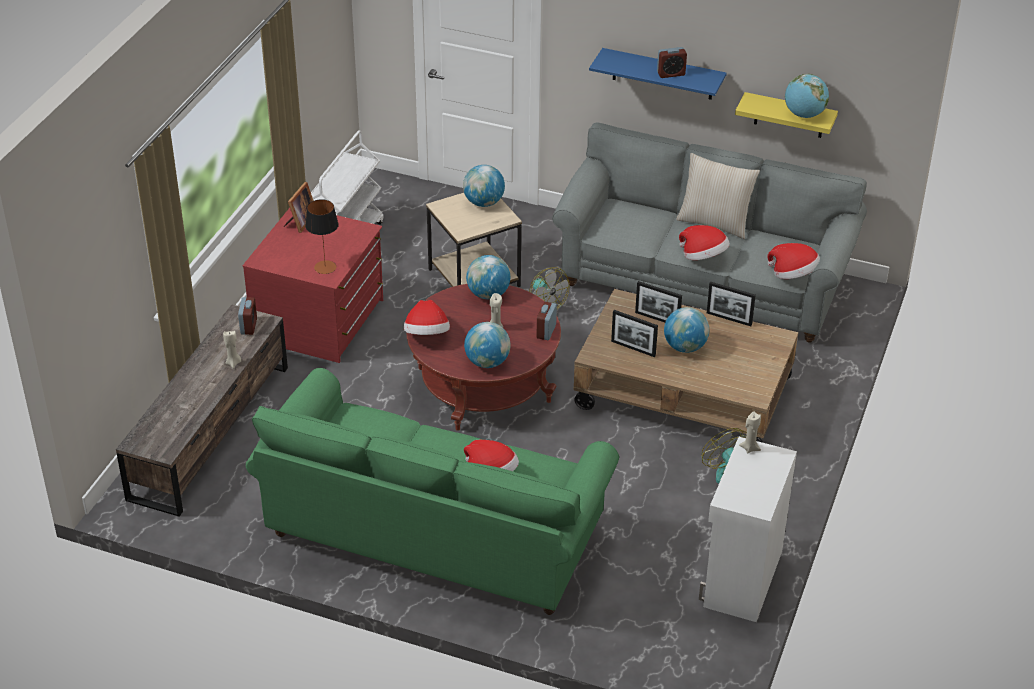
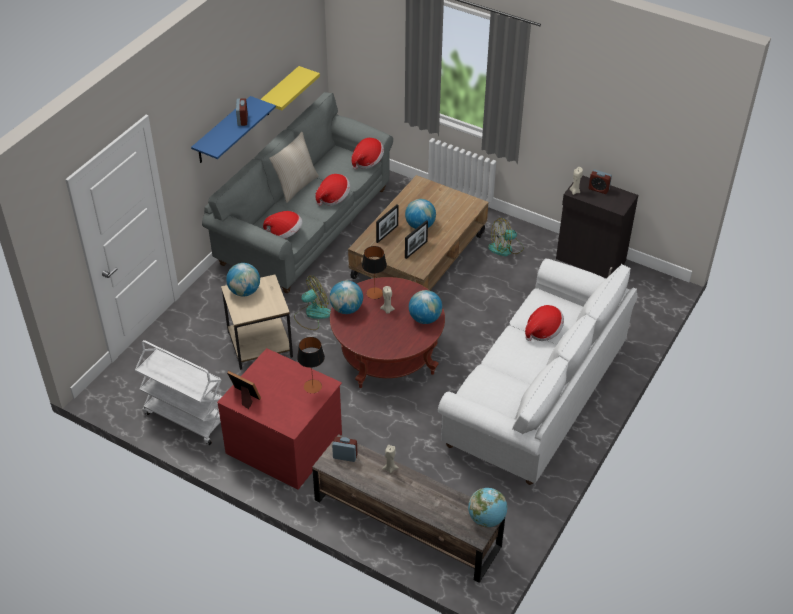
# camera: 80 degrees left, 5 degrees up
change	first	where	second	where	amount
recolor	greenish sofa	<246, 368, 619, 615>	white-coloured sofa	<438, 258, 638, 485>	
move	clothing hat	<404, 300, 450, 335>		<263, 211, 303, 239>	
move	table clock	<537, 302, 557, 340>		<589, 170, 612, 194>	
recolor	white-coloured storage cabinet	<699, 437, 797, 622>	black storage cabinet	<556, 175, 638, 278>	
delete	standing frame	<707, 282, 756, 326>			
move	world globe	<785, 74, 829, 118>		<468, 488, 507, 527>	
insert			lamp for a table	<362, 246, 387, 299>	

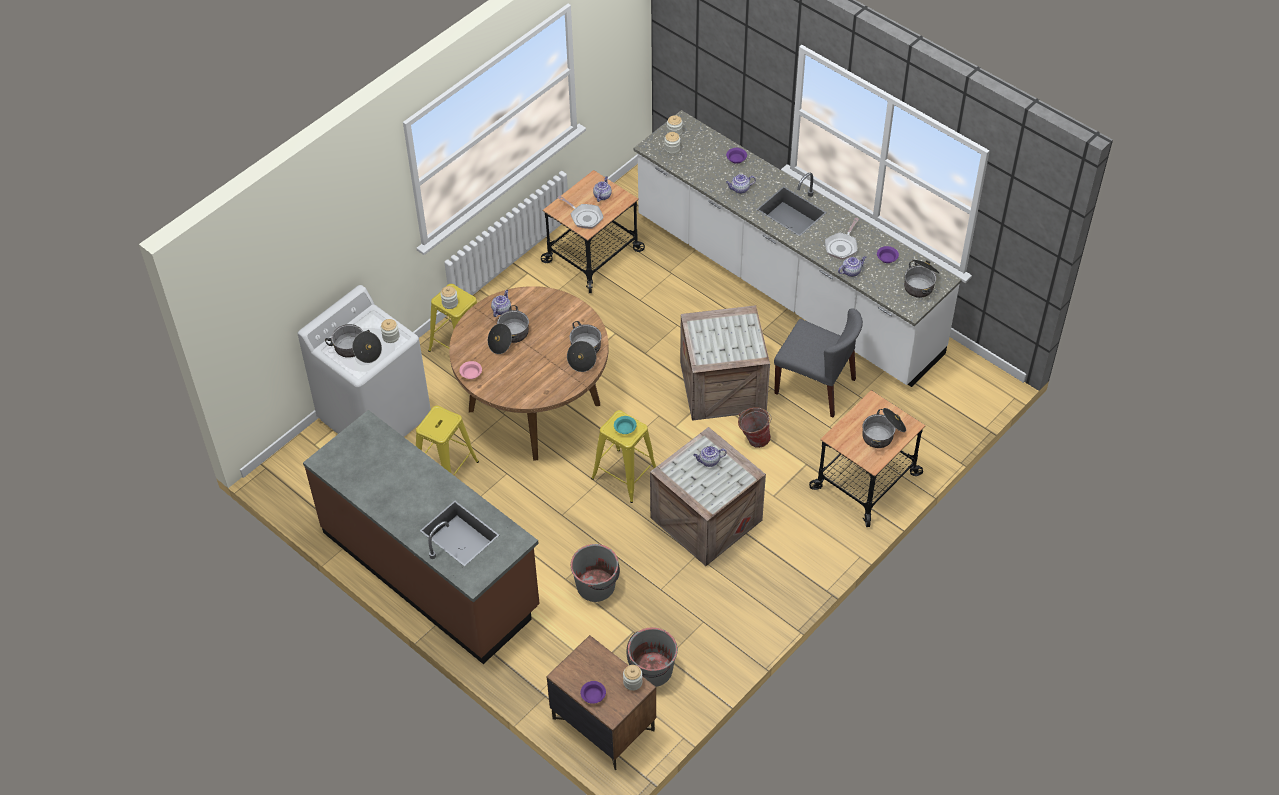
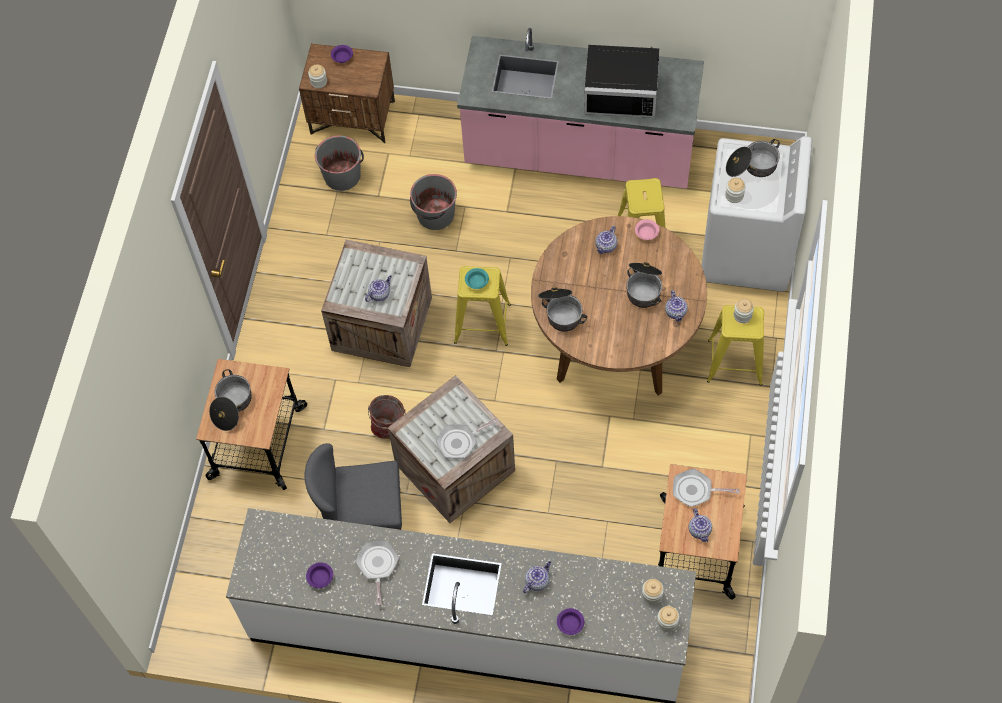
# camera: 150 degrees right, 10 degrees up
change	first	where	second	where	amount
recolor	brown counter	<303, 410, 540, 664>	pink counter	<457, 28, 704, 189>	
move	pot for tea	<838, 256, 867, 277>		<595, 226, 617, 254>	
delete	cooking pot	<904, 260, 939, 298>			
insert			pan	<436, 418, 498, 458>	
insert			black kitchen microwave	<584, 45, 659, 118>	

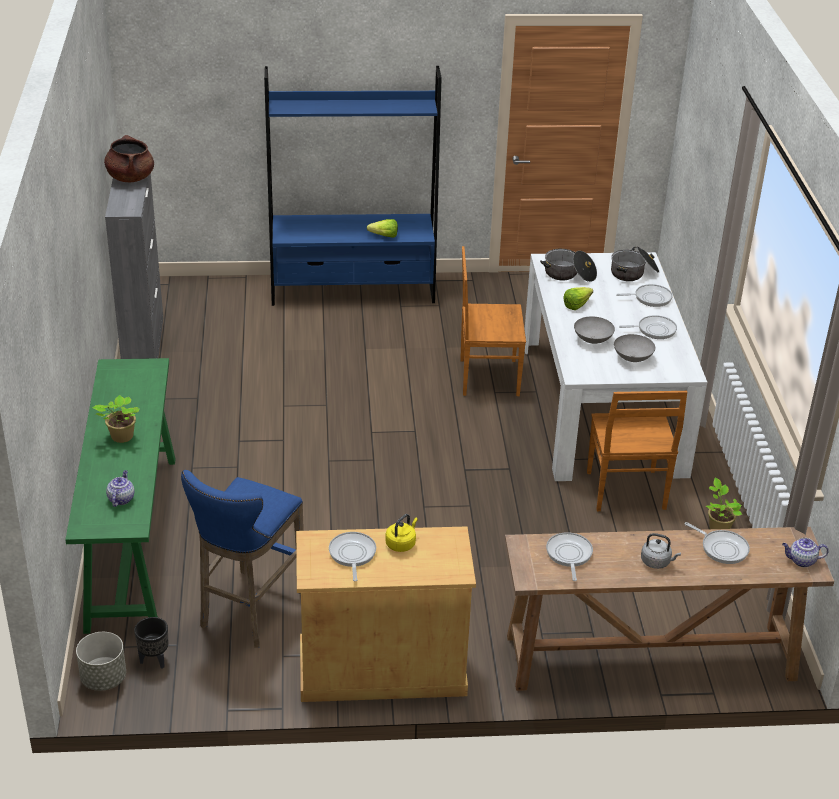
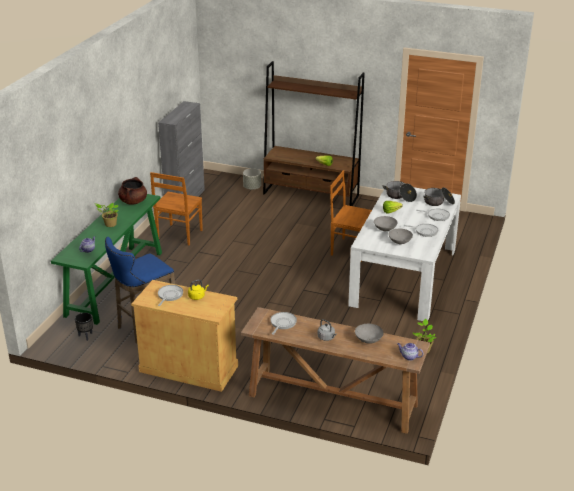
# camera: 25 degrees right, 5 degrees down
change	first	where	second	where	amount
move	grey planter	<76, 632, 126, 691>		<243, 168, 261, 190>	
move	brown cooking pot	<104, 135, 154, 182>		<118, 177, 147, 205>	
recolor	blue bookshelf	<264, 66, 442, 306>	brown bookshelf	<263, 61, 365, 206>	
move	brown chair	<587, 391, 687, 511>		<150, 172, 203, 245>	
replace	pan	<685, 522, 750, 564>	grey serving bowl	<355, 324, 384, 344>	

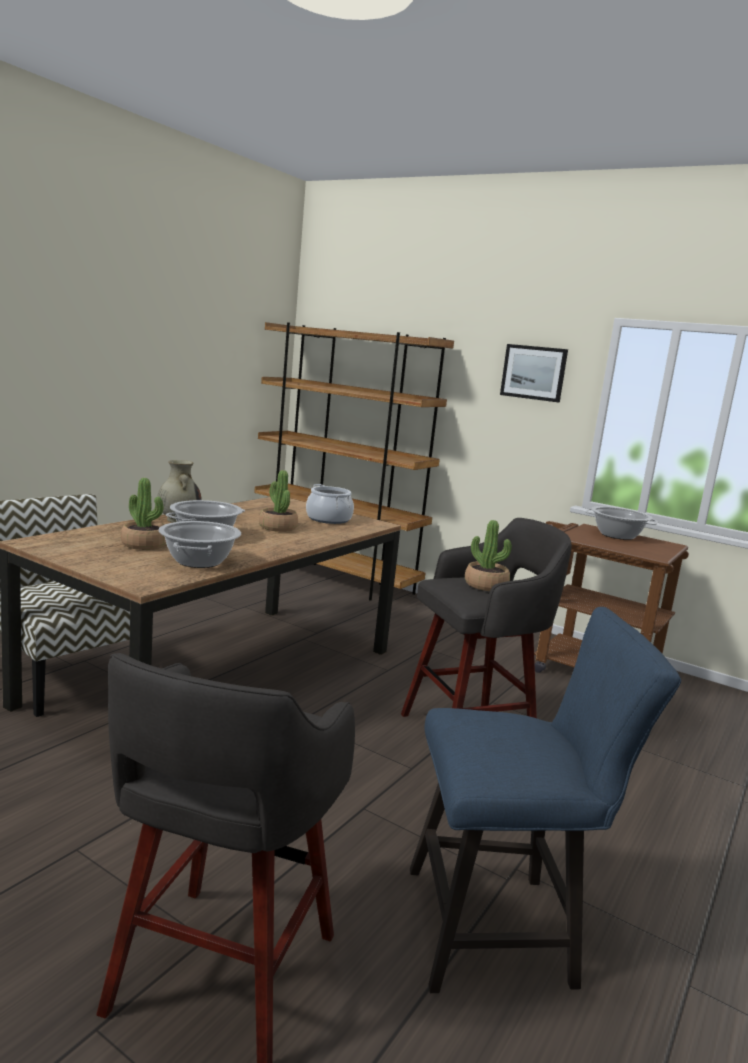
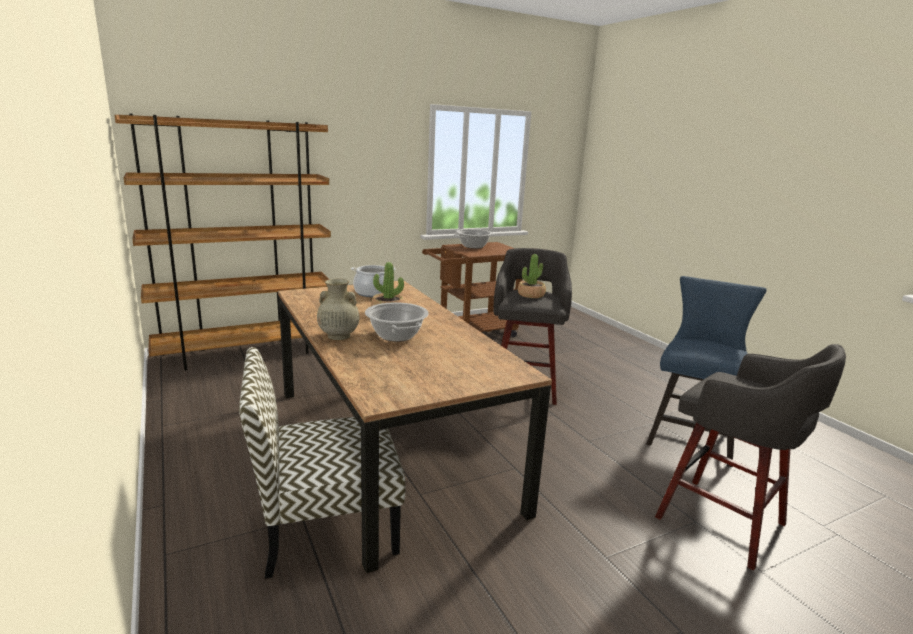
# camera: 60 degrees left, 5 degrees up
change	first	where	second	where	amount
delete	houseplant	<121, 478, 166, 550>			
delete	cooking pot	<158, 521, 241, 568>			
delete	wall picture	<500, 344, 568, 402>			

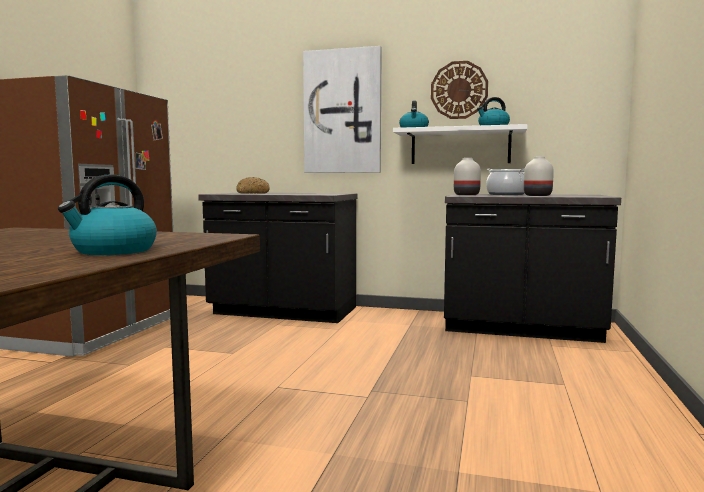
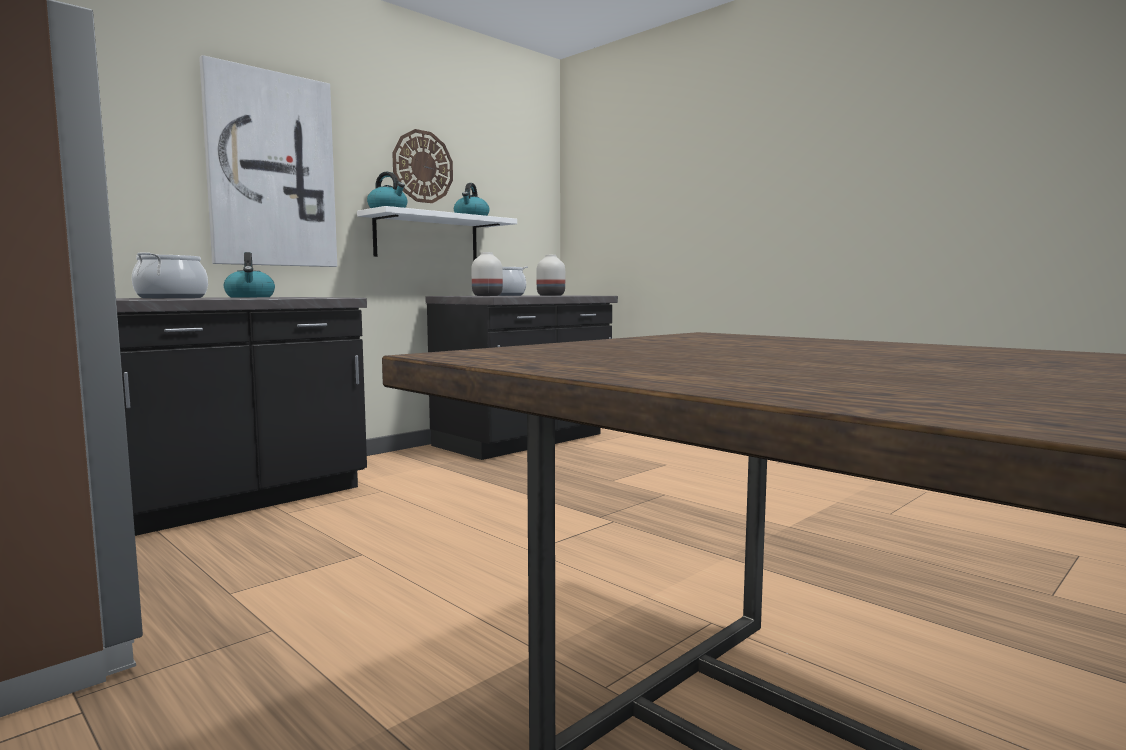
# camera: 60 degrees left, 0 degrees up
change	first	where	second	where	amount
move	tea kettle	<58, 174, 157, 255>		<224, 252, 275, 297>	
replace	baked bread	<236, 177, 270, 194>	cooking pot	<132, 252, 208, 298>	

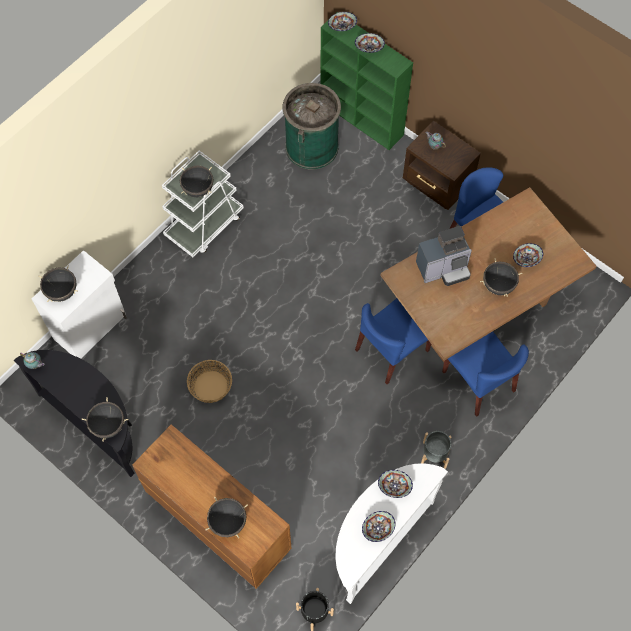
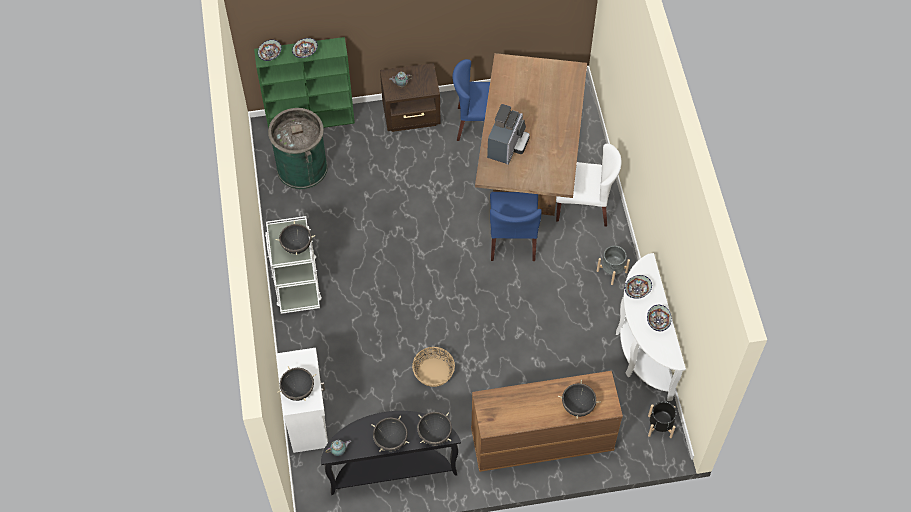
# camera: 50 degrees left, 5 degrees down
change	first	where	second	where	amount
recolor	blue chair	<442, 331, 529, 417>	white-coloured chair	<556, 144, 622, 227>	
move	black cooking pot	<480, 258, 522, 297>		<371, 416, 409, 452>	
delete	serving bowl	<513, 243, 543, 267>			

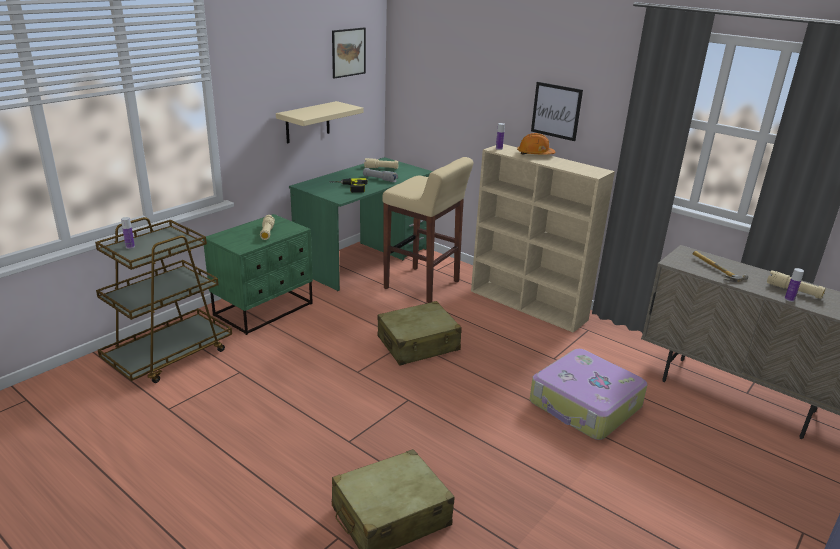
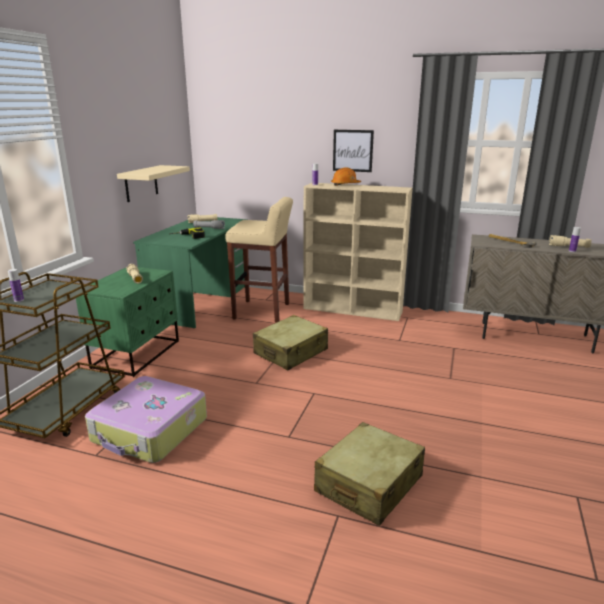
# camera: 20 degrees left, 5 degrees down
change	first	where	second	where	amount
delete	wall picture	<332, 28, 366, 79>			
move	suitcase	<530, 349, 647, 440>		<85, 376, 207, 463>	

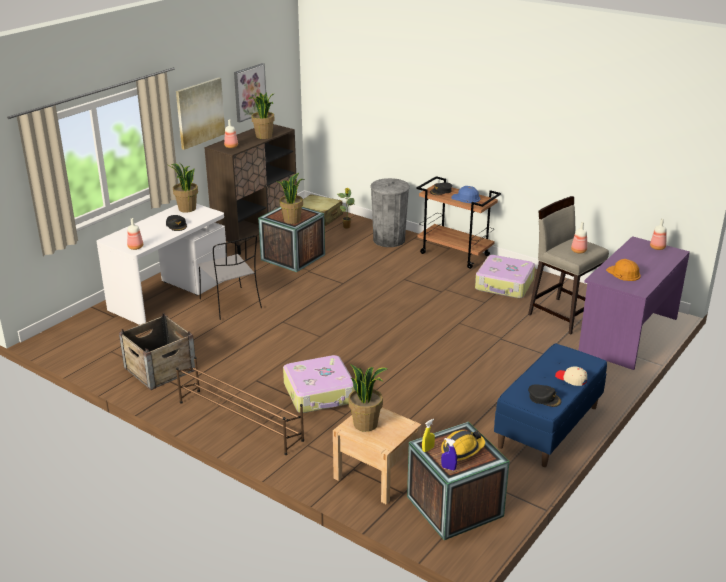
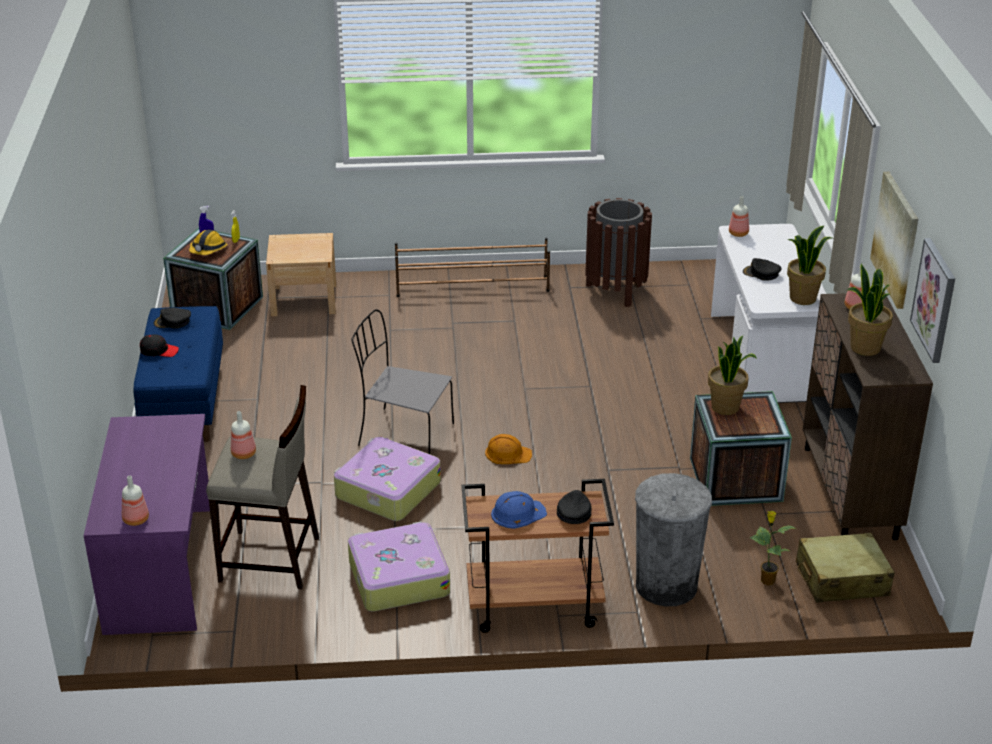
# camera: 140 degrees right, 5 degrees up
change	first	where	second	where	amount
replace	packing crate	<119, 313, 195, 390>	brown rubbish bin	<585, 198, 652, 307>	
move	grey chair	<198, 235, 262, 320>		<352, 309, 454, 454>	
move	suitcase	<283, 355, 355, 413>		<334, 437, 441, 521>	
delete	houseplant	<348, 364, 388, 432>			
recolor	beige cap	<555, 366, 587, 386>	black cap	<140, 334, 179, 357>	
move	orangey safety helmet	<606, 259, 641, 281>		<485, 434, 532, 464>	

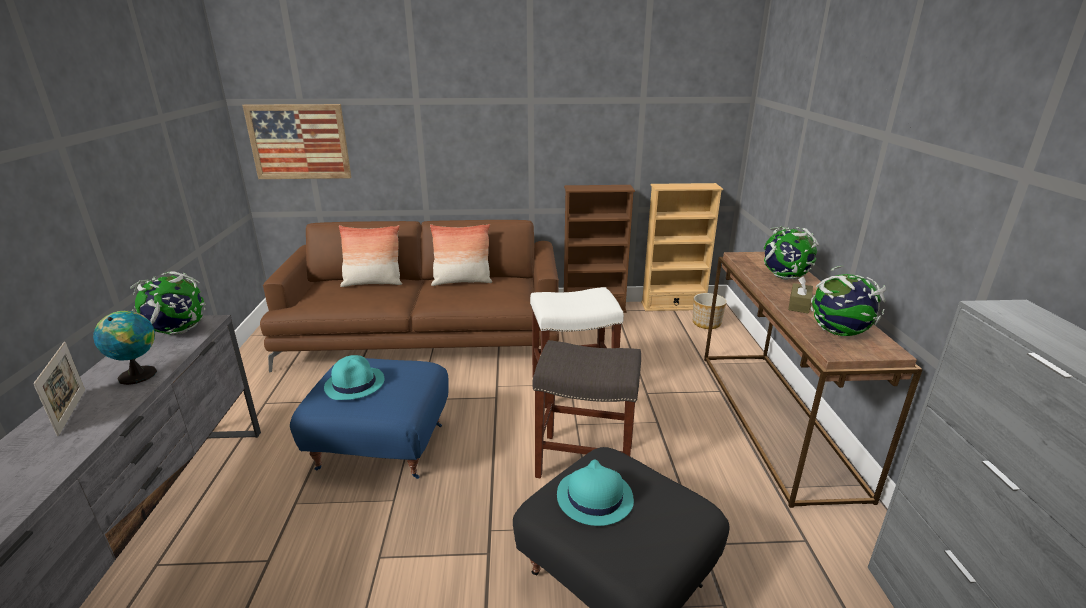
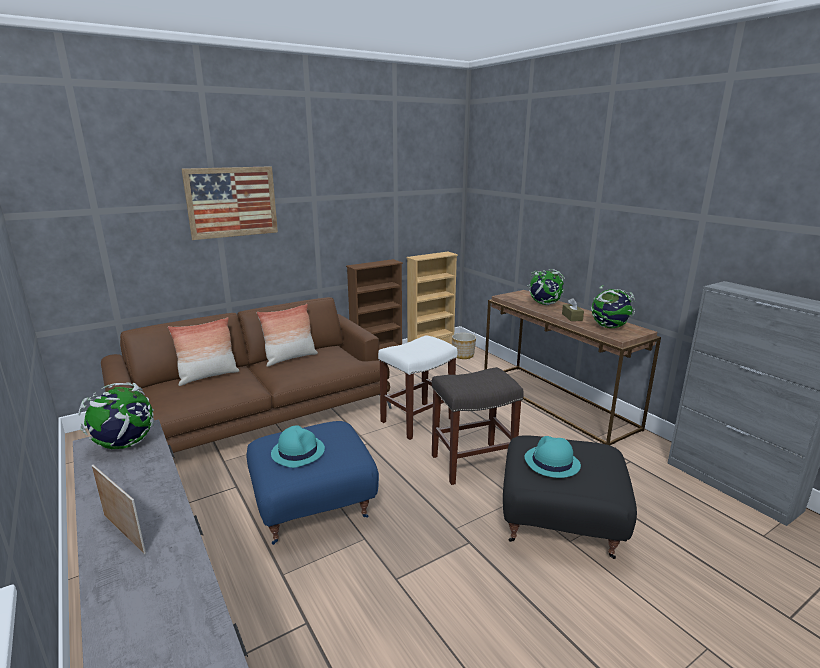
# camera: 30 degrees left, 5 degrees down
change	first	where	second	where	amount
delete	world globe	<93, 311, 157, 385>			
move	wall picture	<242, 104, 351, 179>		<181, 166, 278, 240>	

